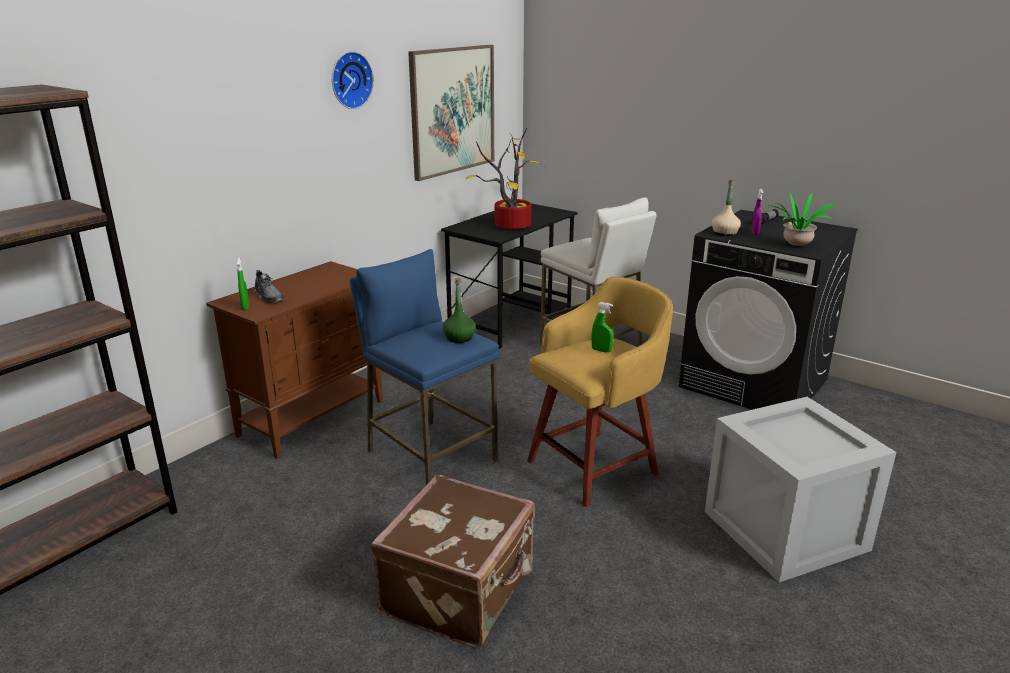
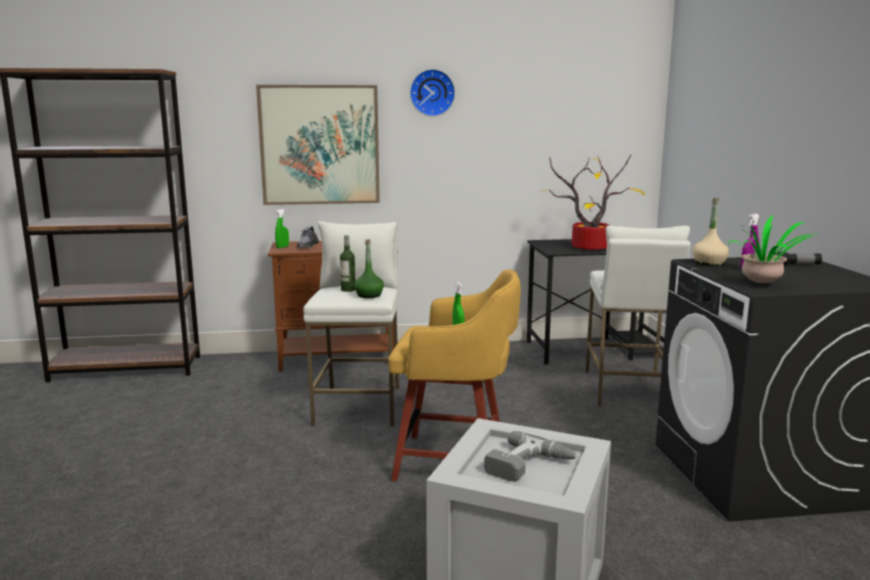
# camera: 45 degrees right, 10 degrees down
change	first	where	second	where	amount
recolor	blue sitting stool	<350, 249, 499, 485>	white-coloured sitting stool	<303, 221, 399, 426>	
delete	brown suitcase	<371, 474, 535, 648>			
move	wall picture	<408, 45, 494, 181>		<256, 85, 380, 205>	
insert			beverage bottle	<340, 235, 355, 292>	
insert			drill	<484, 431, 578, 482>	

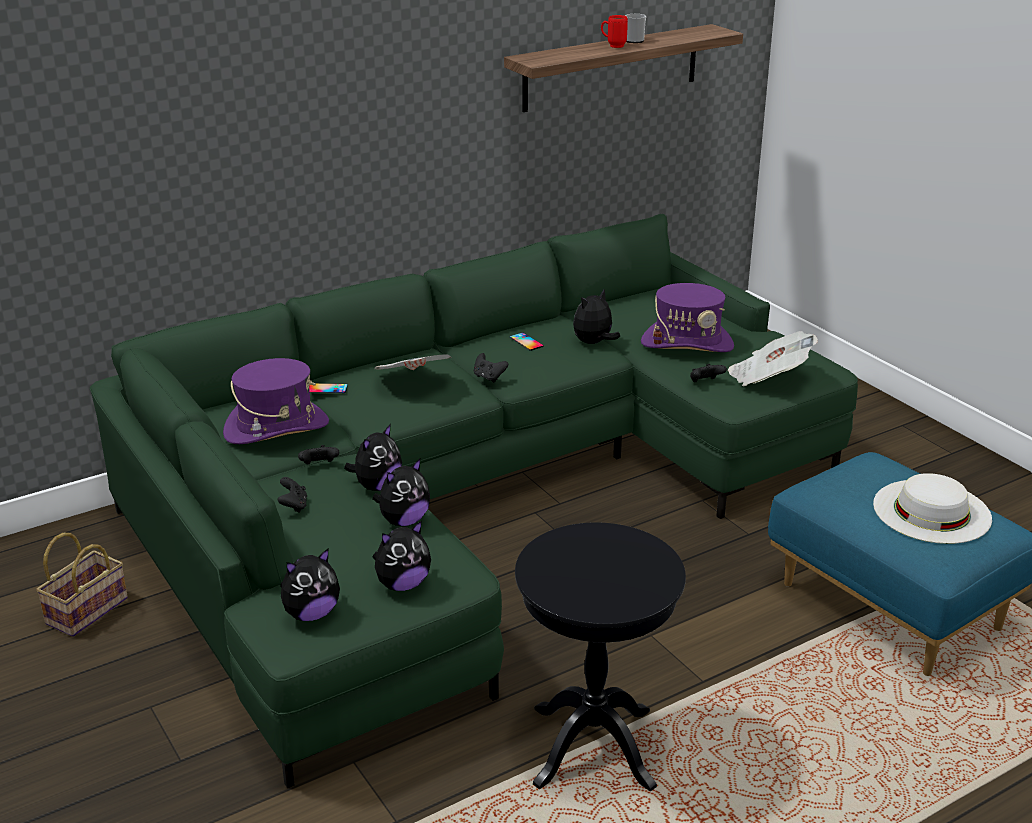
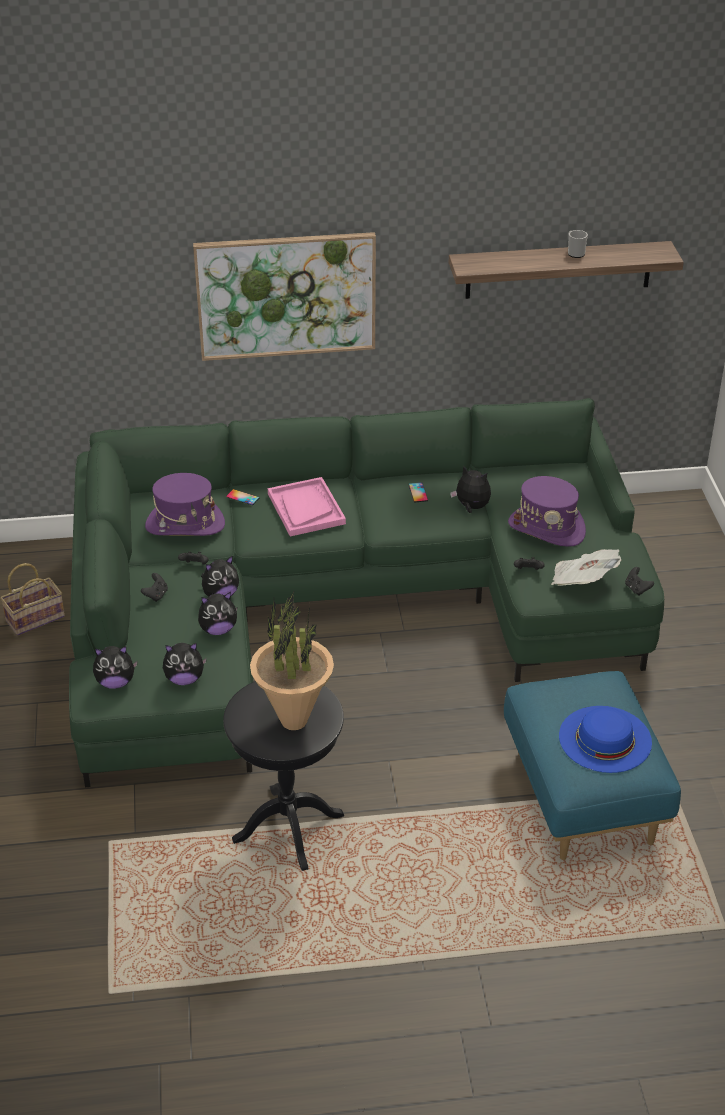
# camera: 25 degrees right, 10 degrees up
change	first	where	second	where	amount
replace	newspaper	<374, 355, 451, 370>	pink carrying tray	<268, 477, 346, 537>	
move	black joypad	<474, 353, 508, 382>		<625, 567, 654, 596>	
rotate	plush toy	<573, 289, 620, 344>		<450, 465, 491, 513>	45 degrees clockwise
delete	red-coloured coffee mug	<601, 15, 628, 48>			
recolor	white-coloured clothing hat	<873, 473, 992, 544>	blue clothing hat	<559, 706, 652, 773>	
insert			wall picture	<193, 232, 376, 361>	
insert			houseplant	<250, 590, 334, 730>	

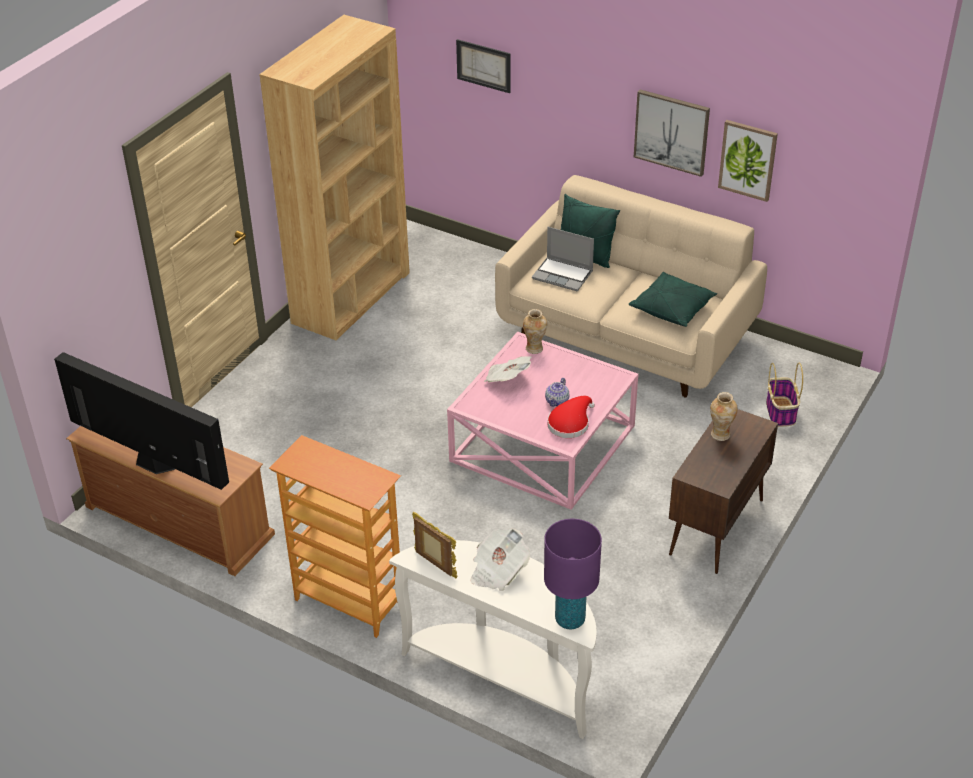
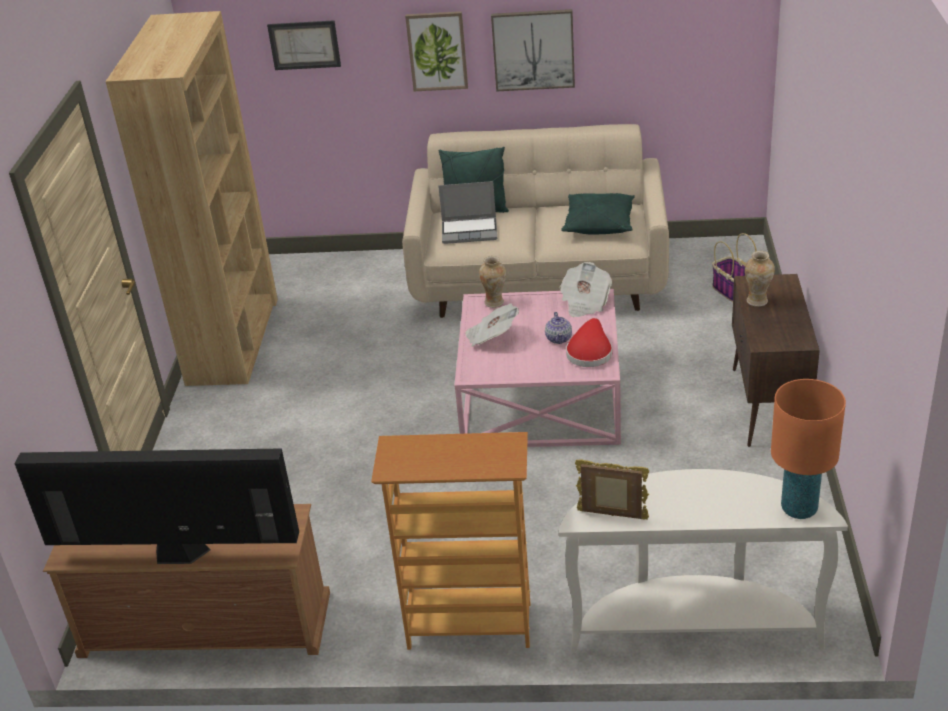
# camera: 25 degrees left, 5 degrees down
change	first	where	second	where	amount
move	newspaper	<470, 529, 530, 591>		<560, 262, 612, 317>	
recolor	purple lamp for a table	<544, 519, 602, 630>	orangey lamp for a table	<771, 379, 846, 519>	
move	wall picture	<718, 120, 778, 202>		<405, 11, 468, 91>	

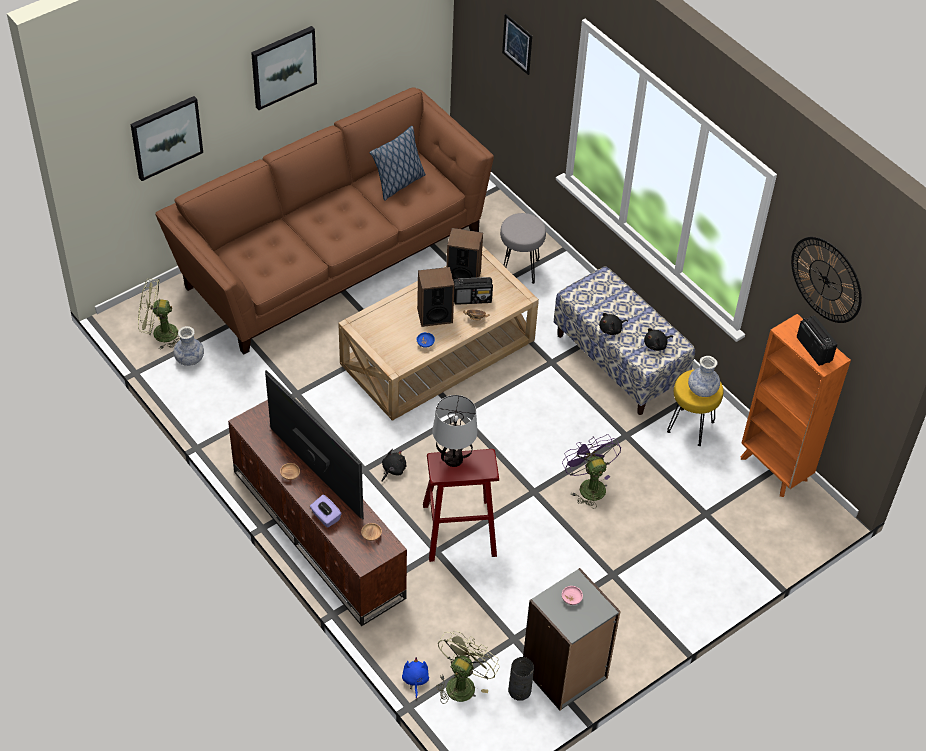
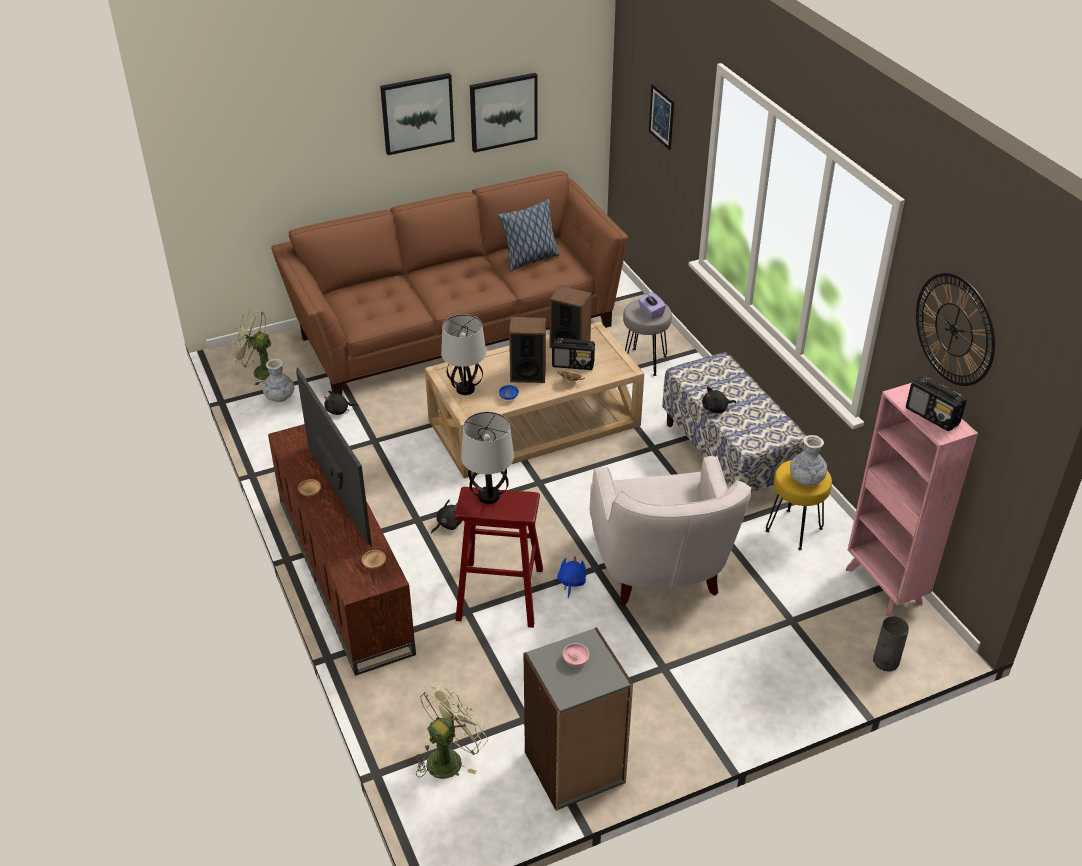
# camera: 15 degrees right, 10 degrees down
change	first	where	second	where	amount
move	wall picture	<131, 96, 203, 181>		<470, 73, 537, 153>	
move	purple tissue holder	<310, 495, 342, 528>		<638, 292, 666, 319>	
move	blue plush toy	<402, 657, 429, 698>		<557, 556, 586, 598>	
move	grey decorative vase	<508, 657, 534, 701>		<873, 616, 909, 671>	
replace	purple cooling fan	<562, 434, 621, 508>	white-coloured lounge chair	<590, 456, 751, 606>	
move	black plush toy	<644, 328, 673, 351>		<325, 391, 359, 415>	
recolor	orangey bookshelf	<741, 314, 851, 497>	pink bookshelf	<846, 383, 978, 617>	
rotate	radio set	<797, 316, 837, 366>		<906, 376, 967, 431>	150 degrees clockwise
insert			lamp for a table	<441, 314, 486, 395>	

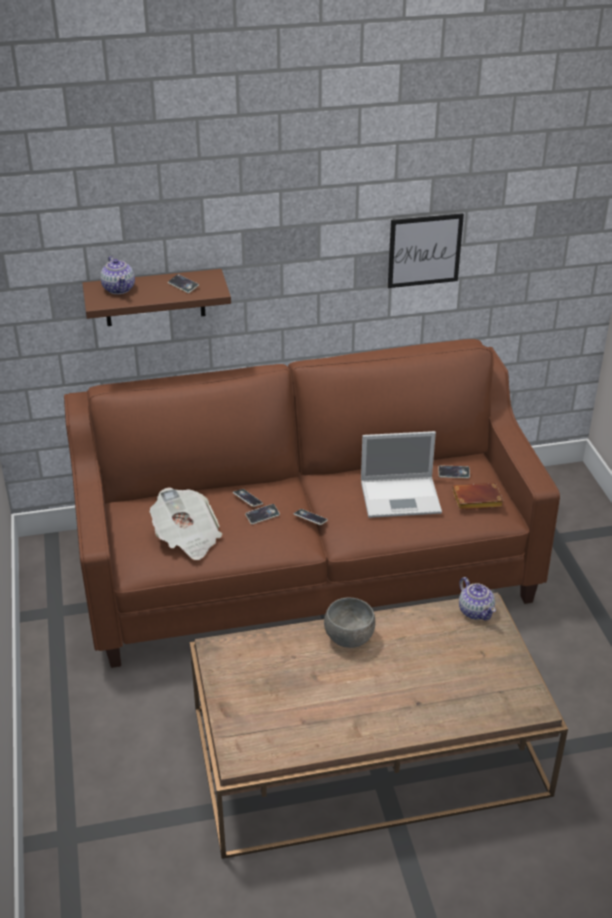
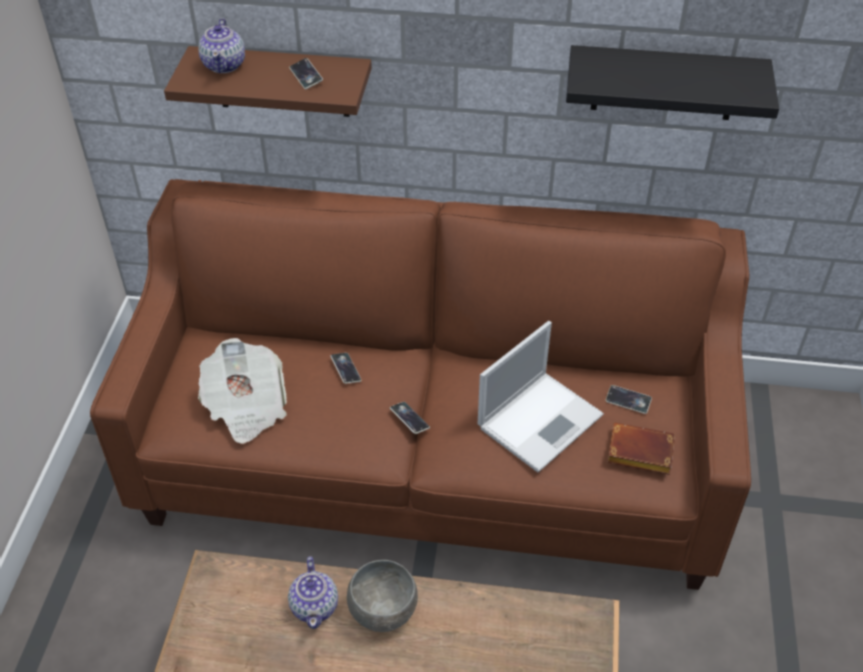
# camera: 20 degrees right, 10 degrees up
change	first	where	second	where	amount
delete	telephone	<245, 504, 280, 524>			
rotate	portable computer	<361, 431, 442, 518>		<478, 321, 604, 472>	60 degrees counterclockwise
replace	wall picture	<388, 213, 464, 288>	black shelf	<566, 45, 779, 120>	
move	pot for tea	<459, 577, 496, 621>		<288, 556, 338, 629>	

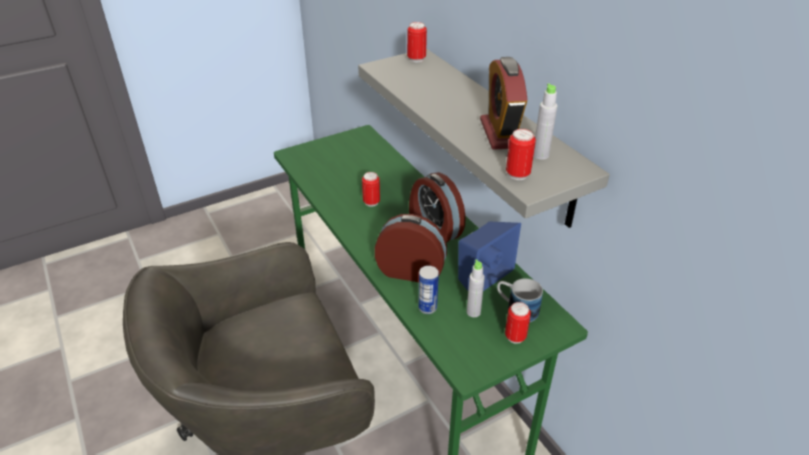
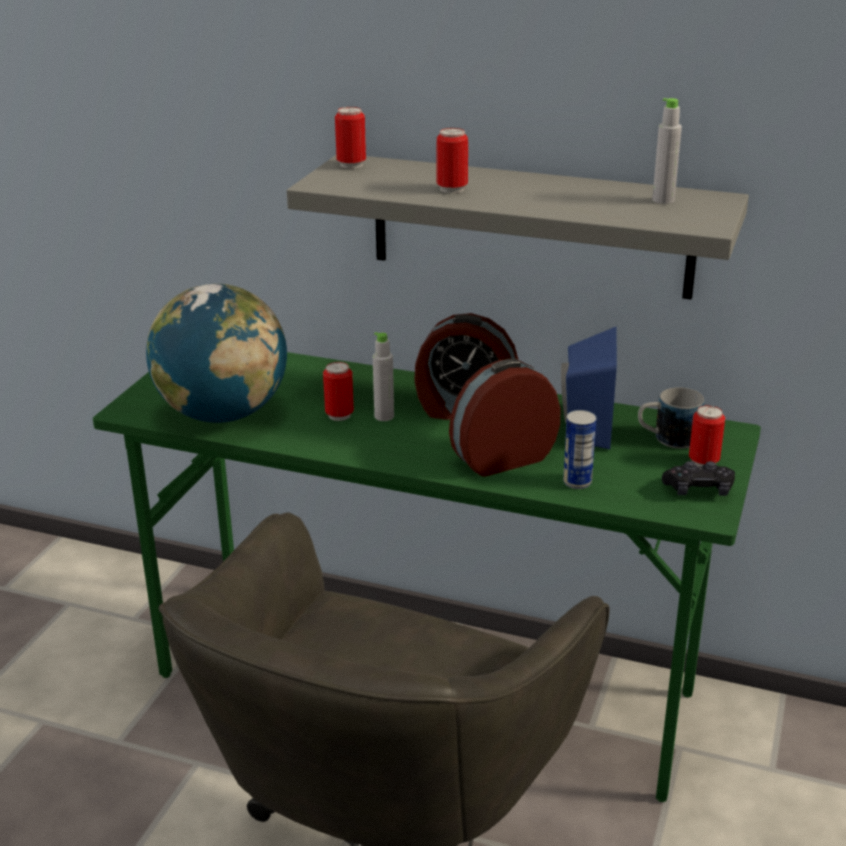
# camera: 40 degrees left, 10 degrees down
change	first	where	second	where	amount
move	grey beverage bottle	<466, 259, 485, 317>		<373, 332, 394, 421>	
delete	table clock	<480, 57, 527, 150>			
move	sealed can	<506, 129, 536, 180>		<437, 128, 468, 193>	
insert			world globe	<146, 284, 287, 423>	
insert			black joypad	<662, 461, 735, 496>	

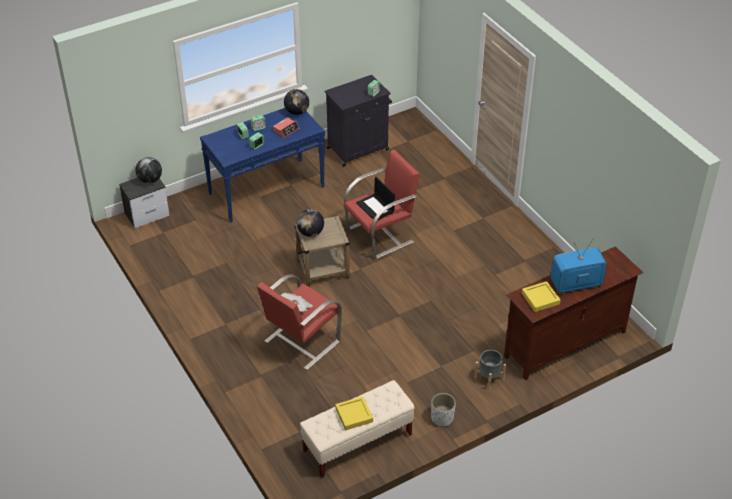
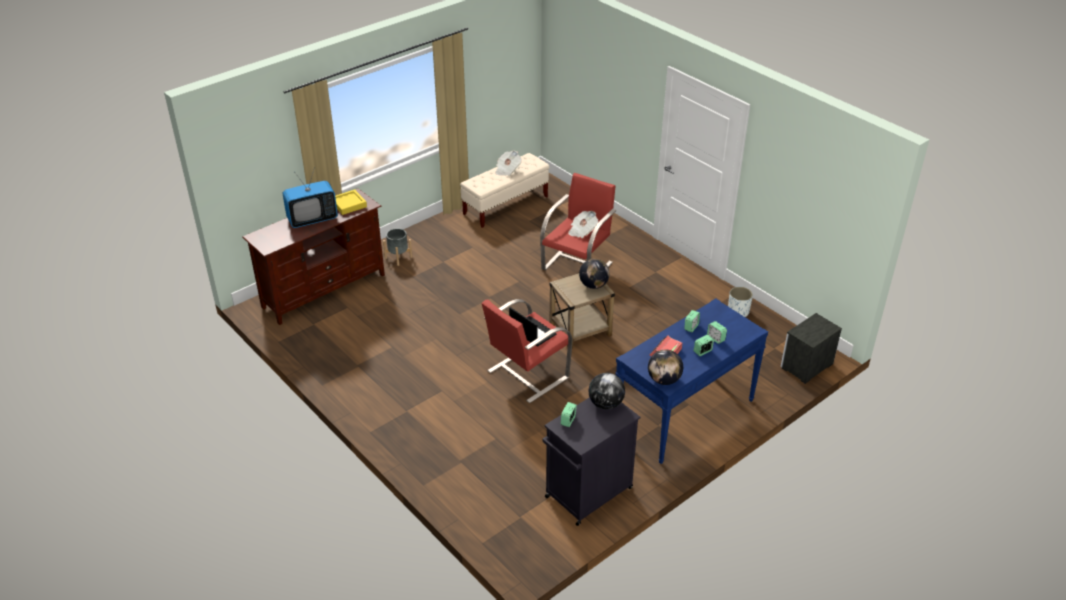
# camera: 170 degrees right, 5 degrees down
change	first	where	second	where	amount
move	world globe	<135, 157, 162, 183>		<589, 373, 625, 410>	
replace	yellow-coloured carrying tray	<335, 396, 373, 430>	newspaper	<495, 151, 522, 176>	
move	white-coloured planter	<431, 393, 456, 427>		<728, 287, 753, 317>	

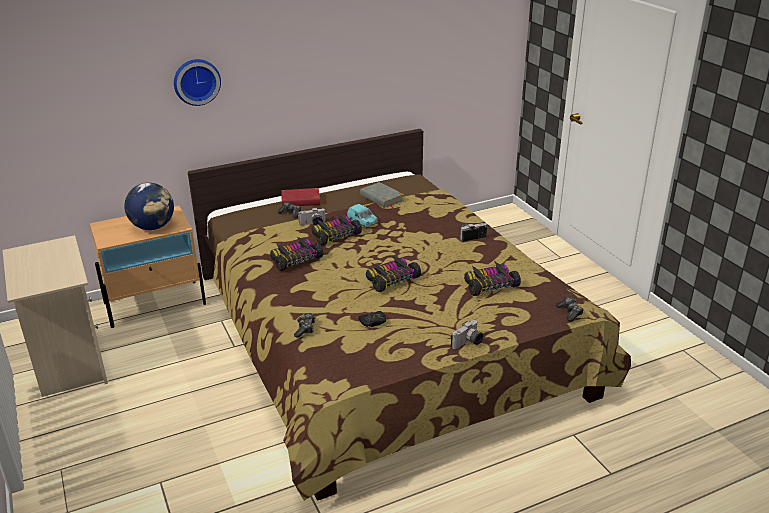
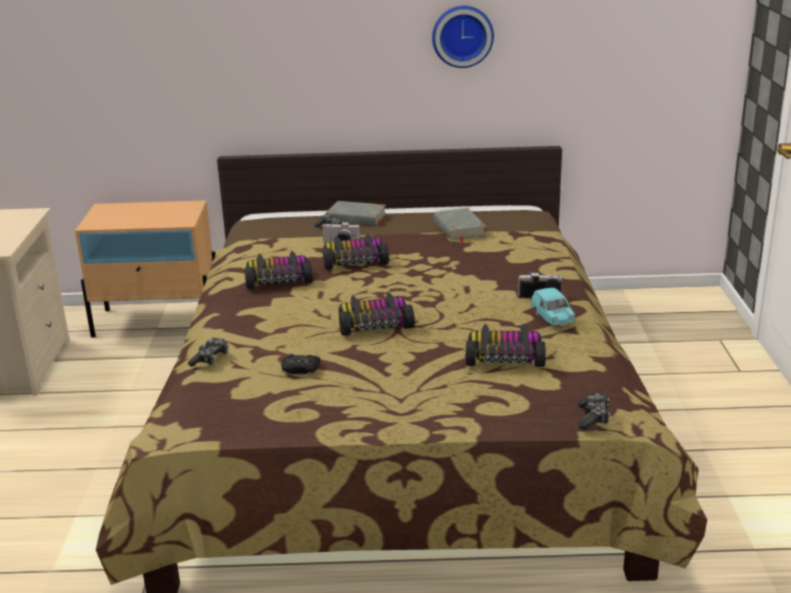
# camera: 25 degrees right, 5 degrees down
change	first	where	second	where	amount
delete	world globe	<124, 183, 174, 230>			
move	hanging clock	<174, 59, 221, 106>		<432, 6, 494, 68>	
recolor	red-coloured bound book	<281, 188, 325, 206>	grey bound book	<326, 201, 388, 226>	
move	turquoise model car	<347, 204, 378, 227>		<531, 288, 576, 327>	
delete	photo camera	<451, 320, 483, 349>			

